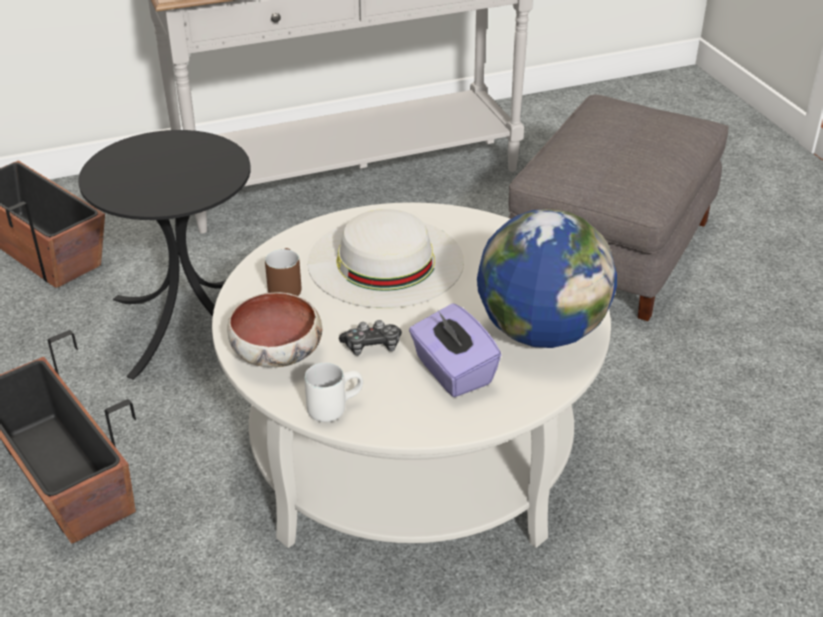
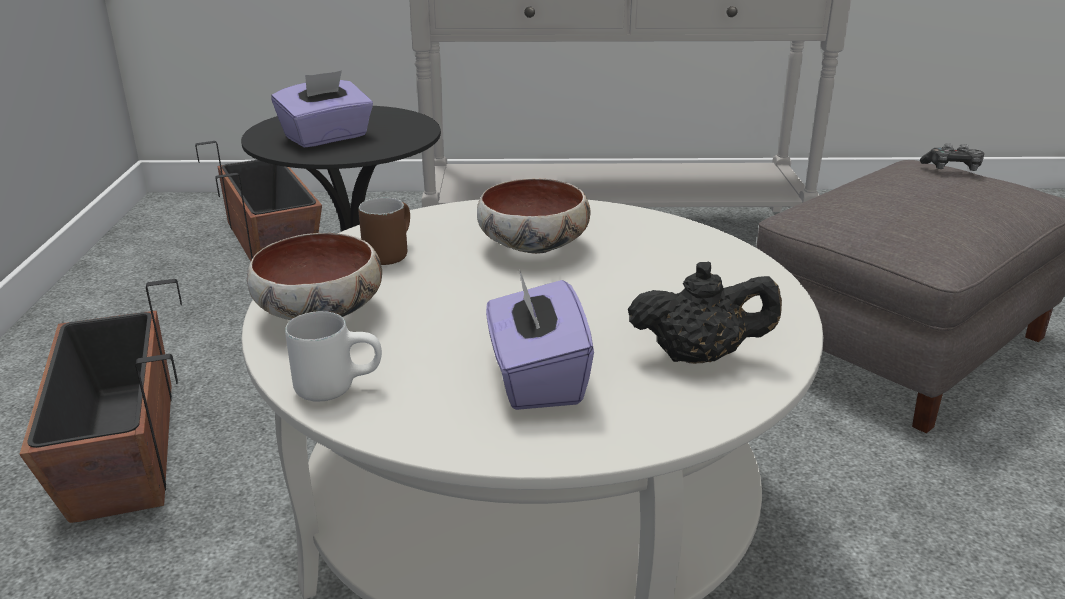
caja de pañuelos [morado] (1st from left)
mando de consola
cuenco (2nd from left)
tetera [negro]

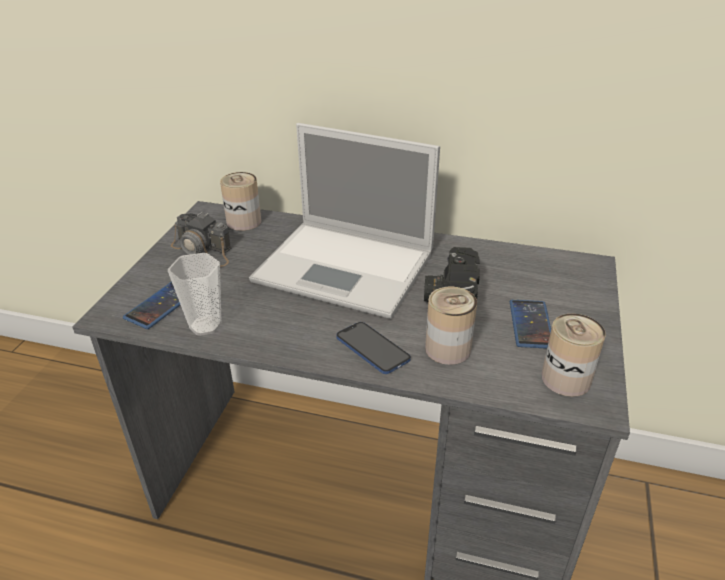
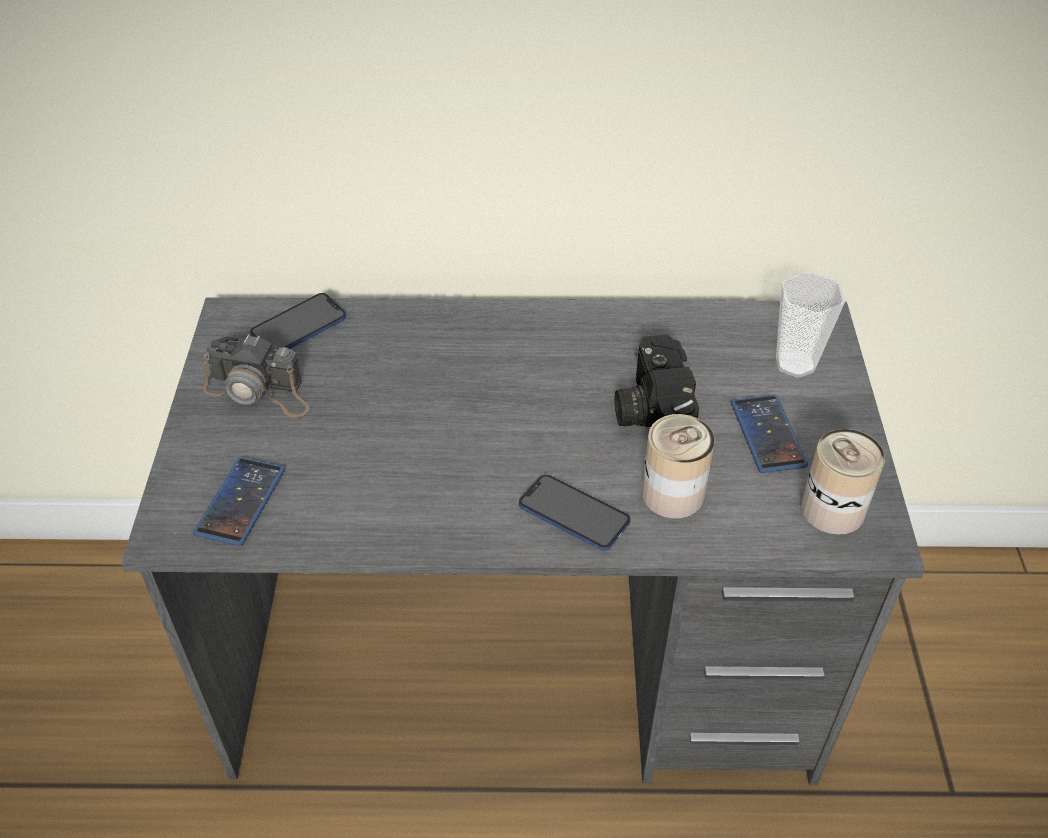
portátil
taza
móvil (2nd from left)

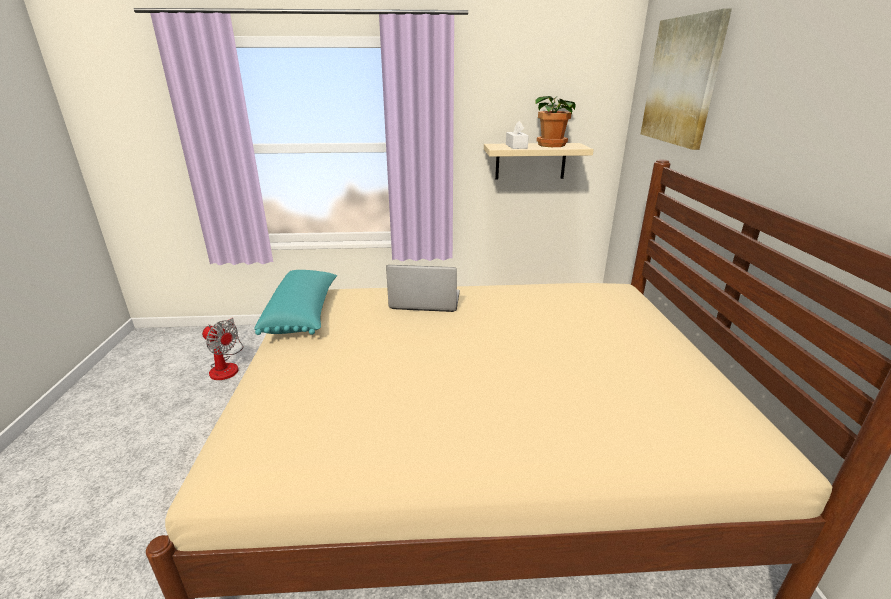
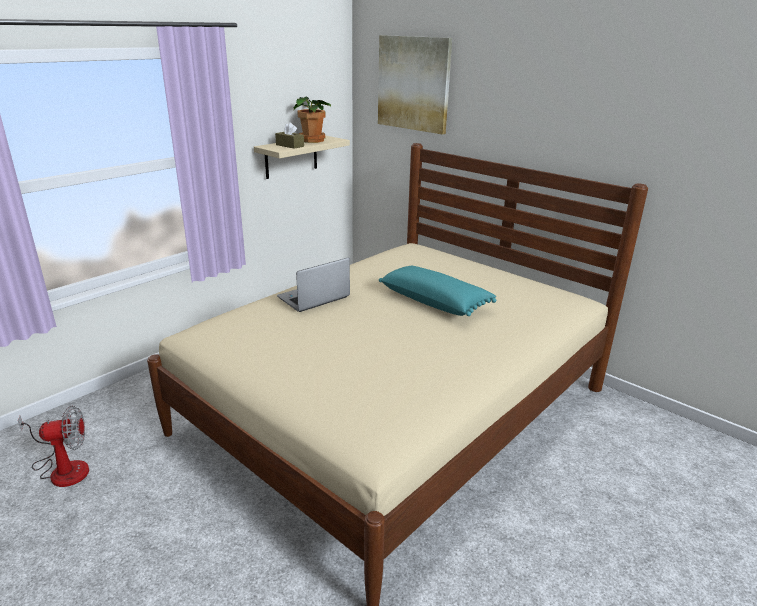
cojín [turquesa]
caja de pañuelos [marrón]

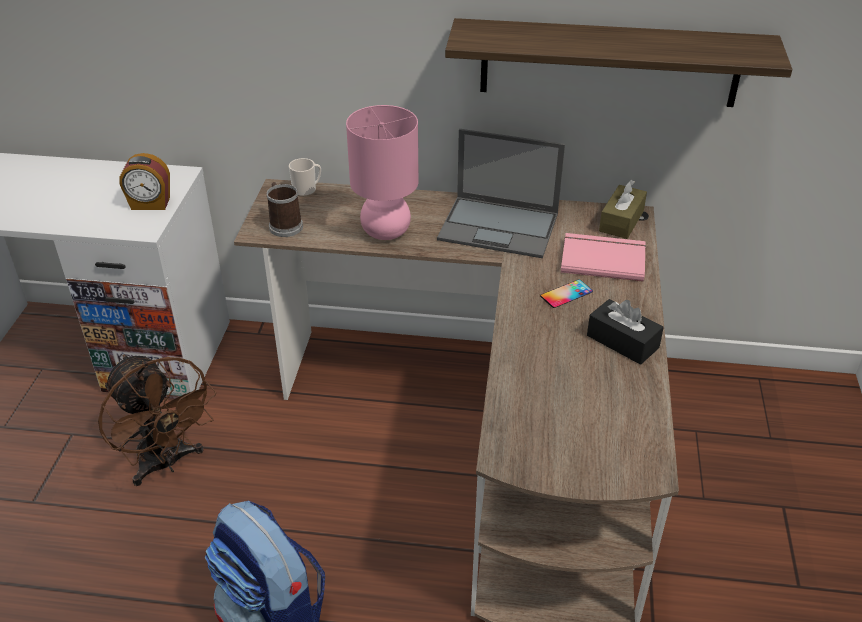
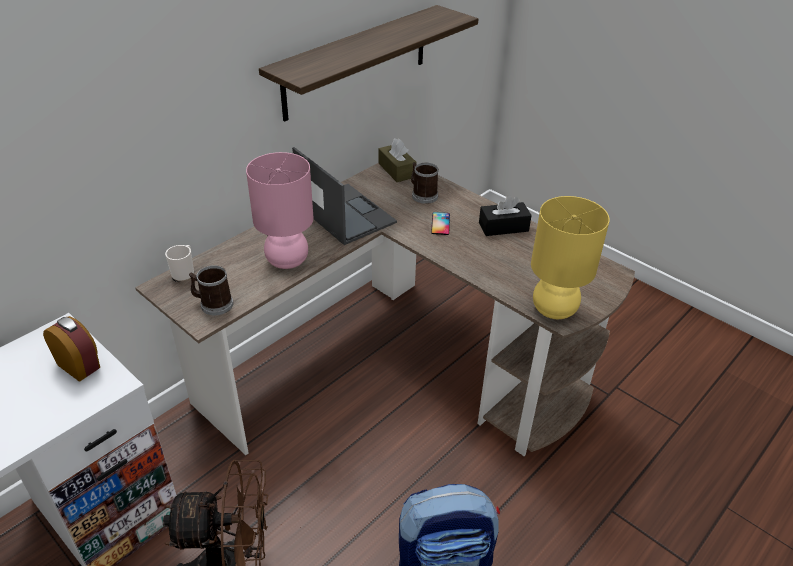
lámpara de mesa [amarillo]
taza grande (3rd from left)
despertador
portátil

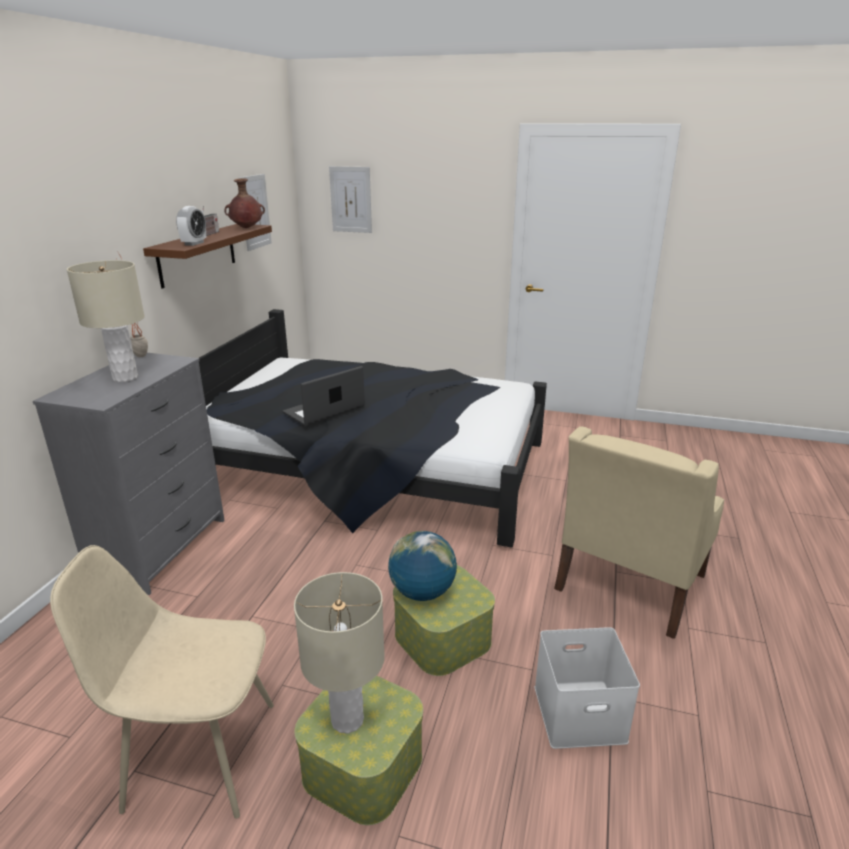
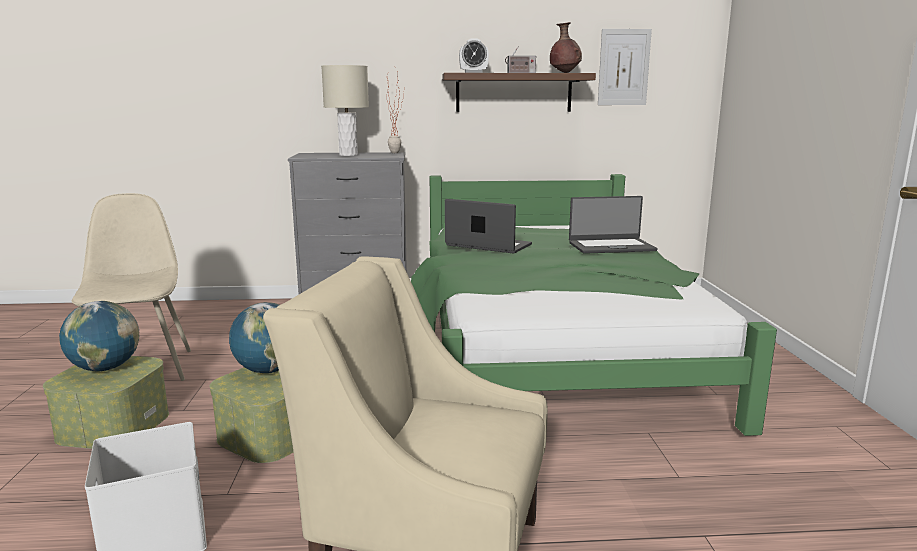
cuadro (2nd from left in the first image)
portátil (2nd from left)
globo terráqueo (1st from left)
cama [verde]

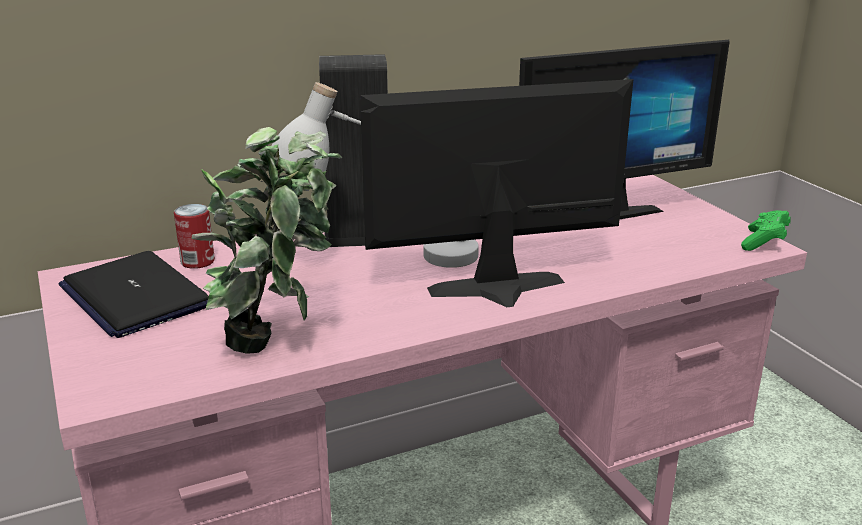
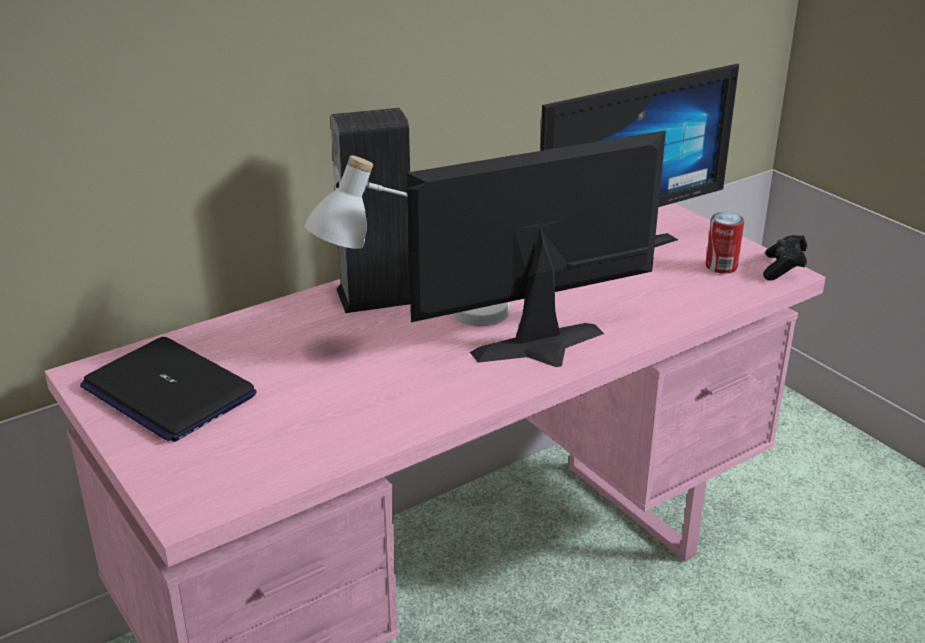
planta en maceta
lata
mando de consola [negro]

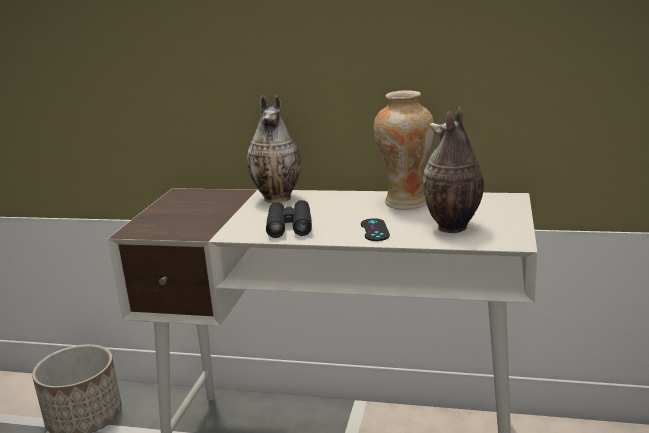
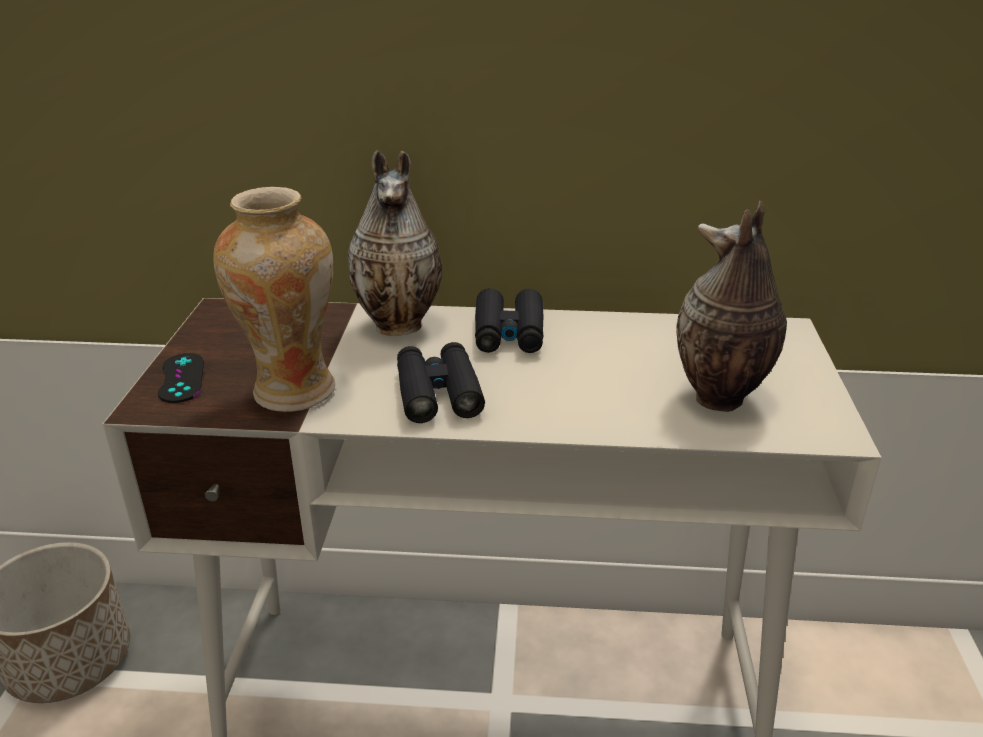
prismáticos [negro] (2nd from left)
mando de consola [negro]
florero (1st from left)

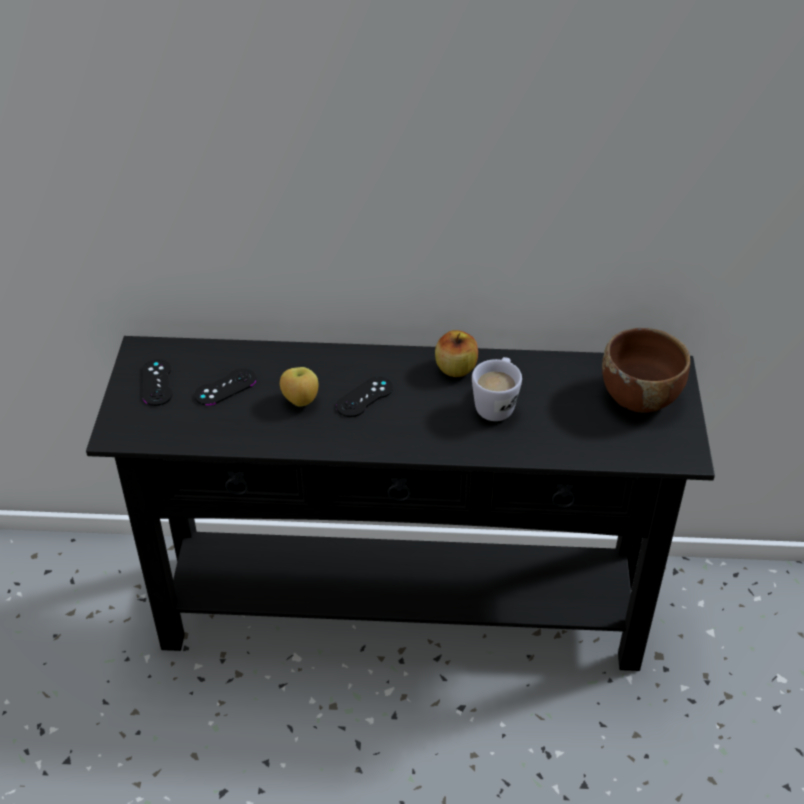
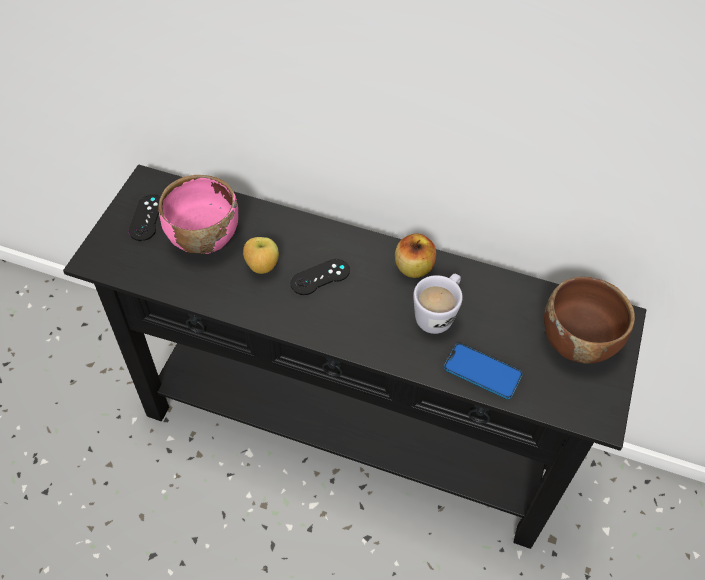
móvil
cuenco [rosa]

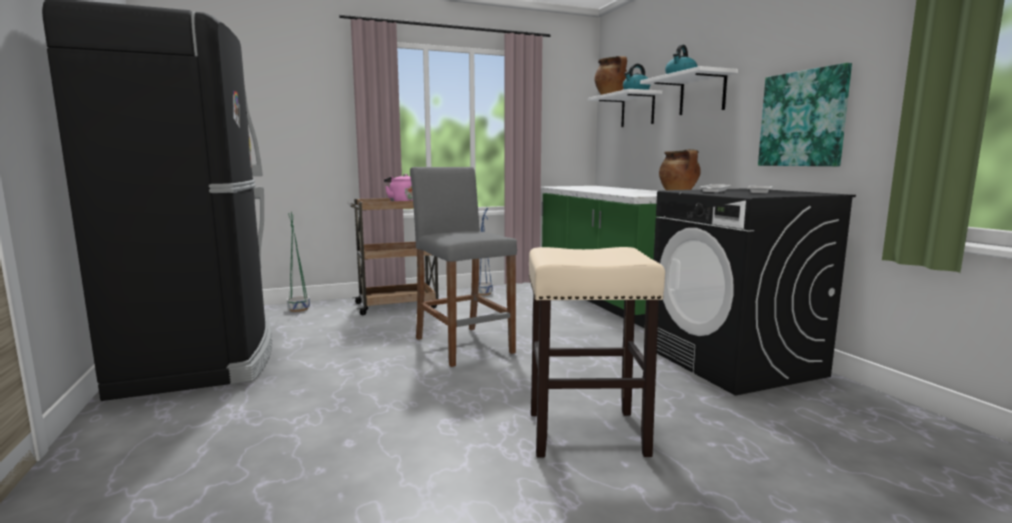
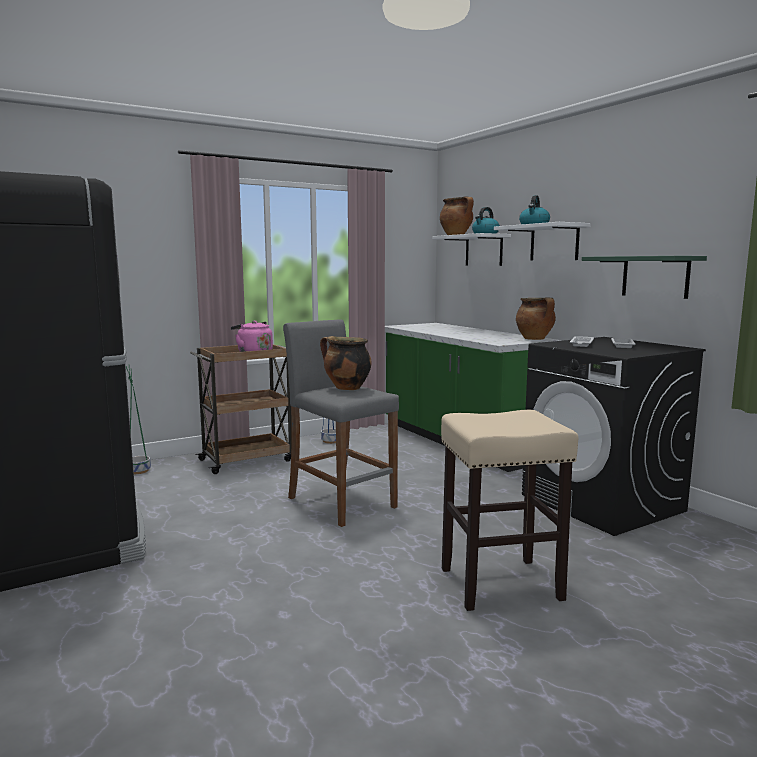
olla (1st from left)
estante [verde]

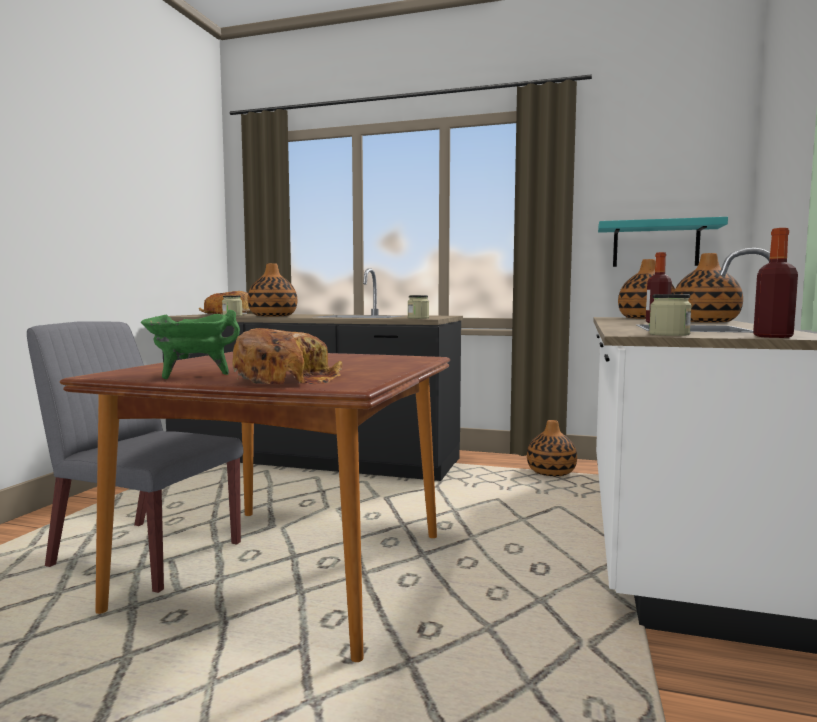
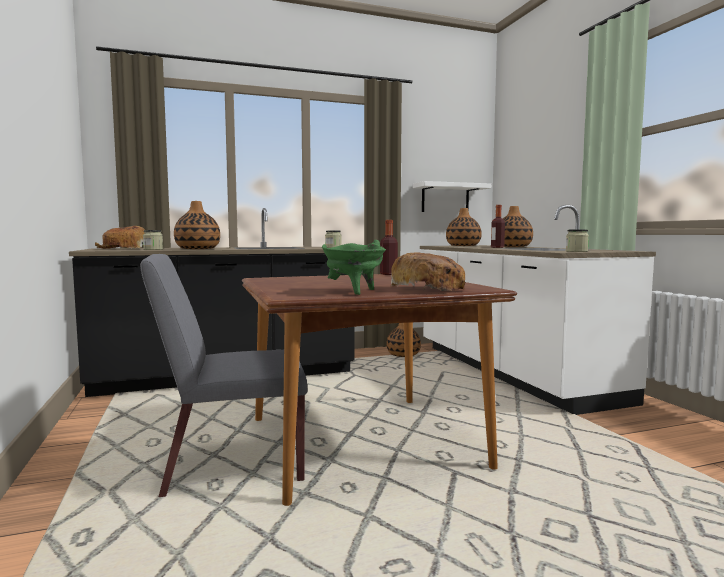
botella (1st from left)
estante [blanco]

